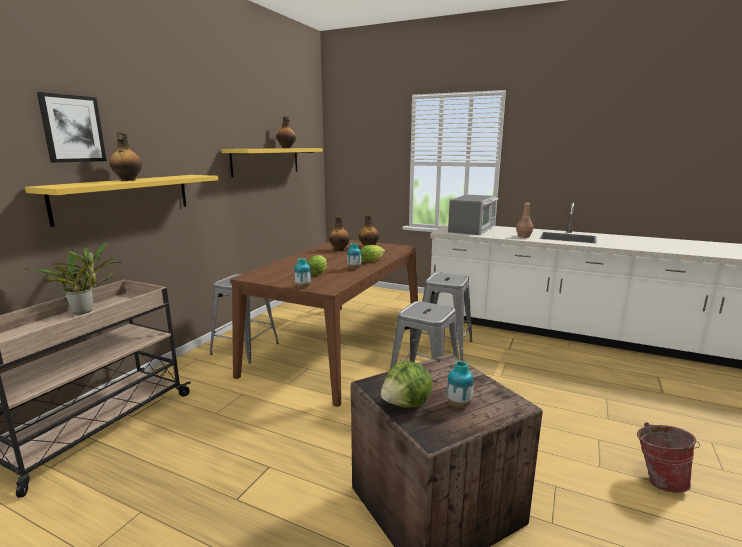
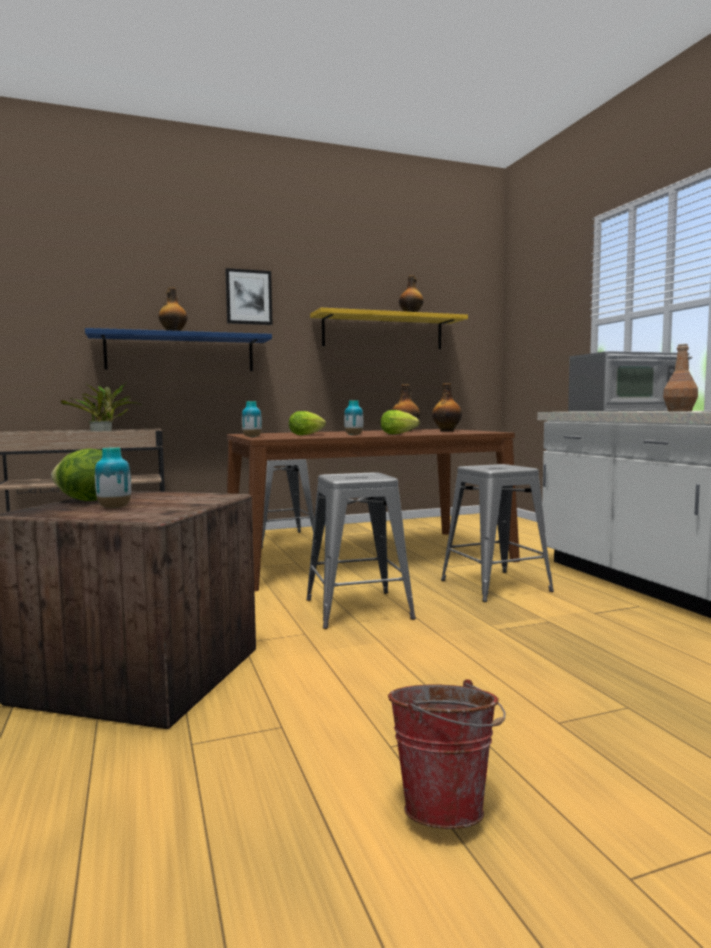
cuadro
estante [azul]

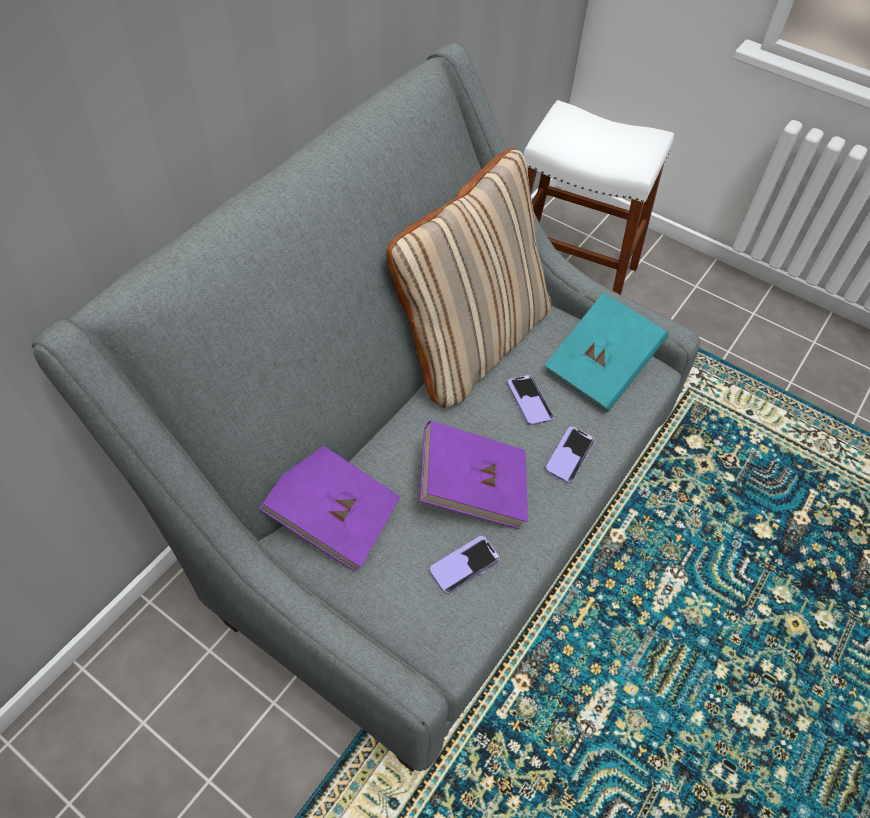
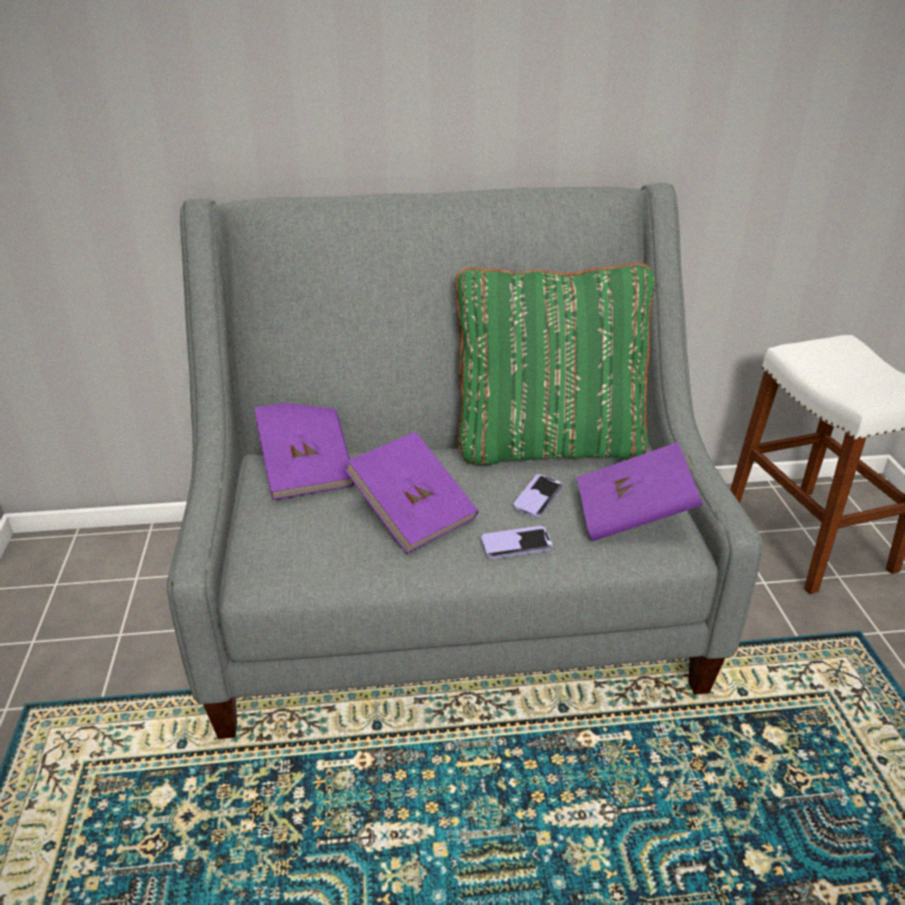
móvil (1st from left in the first image)
cojín [verde]
libro [morado] (3rd from left)

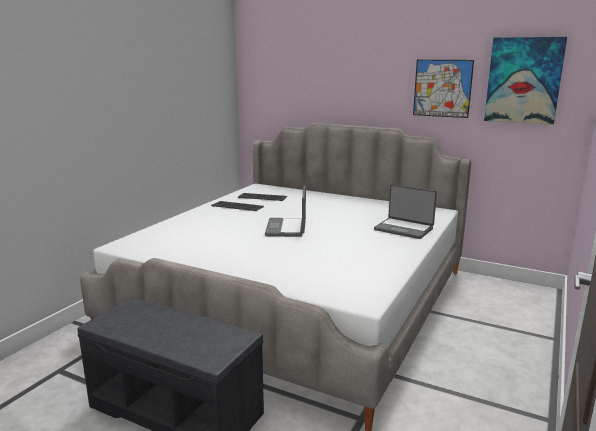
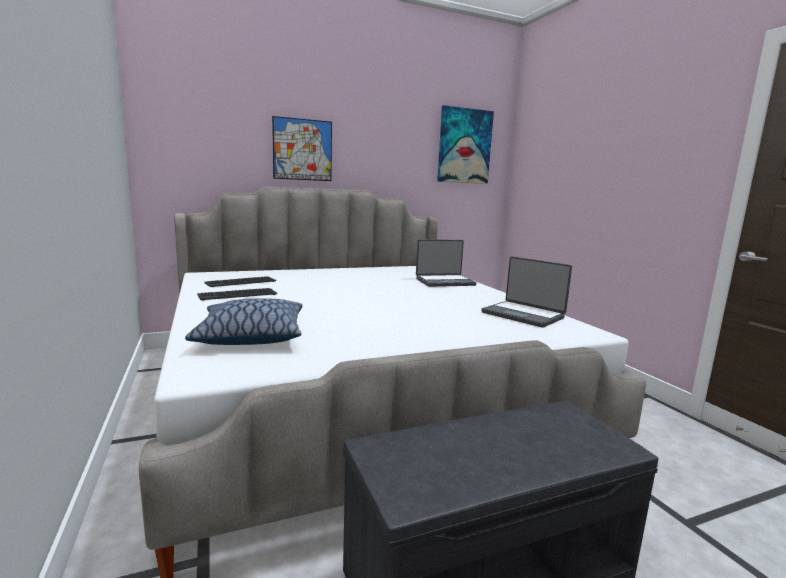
cojín
portátil (2nd from left)
cuadro (1st from left)

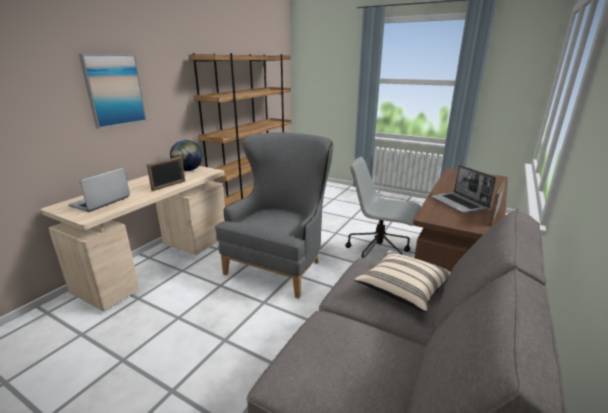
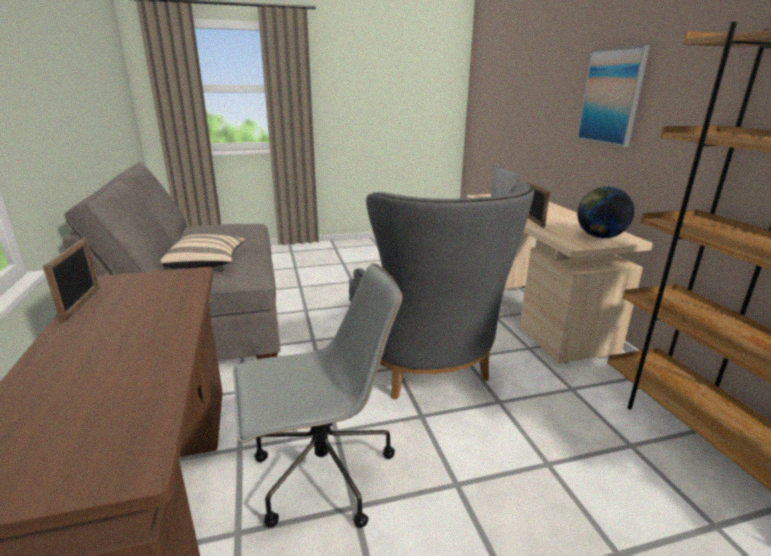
portátil (2nd from left in the first image)

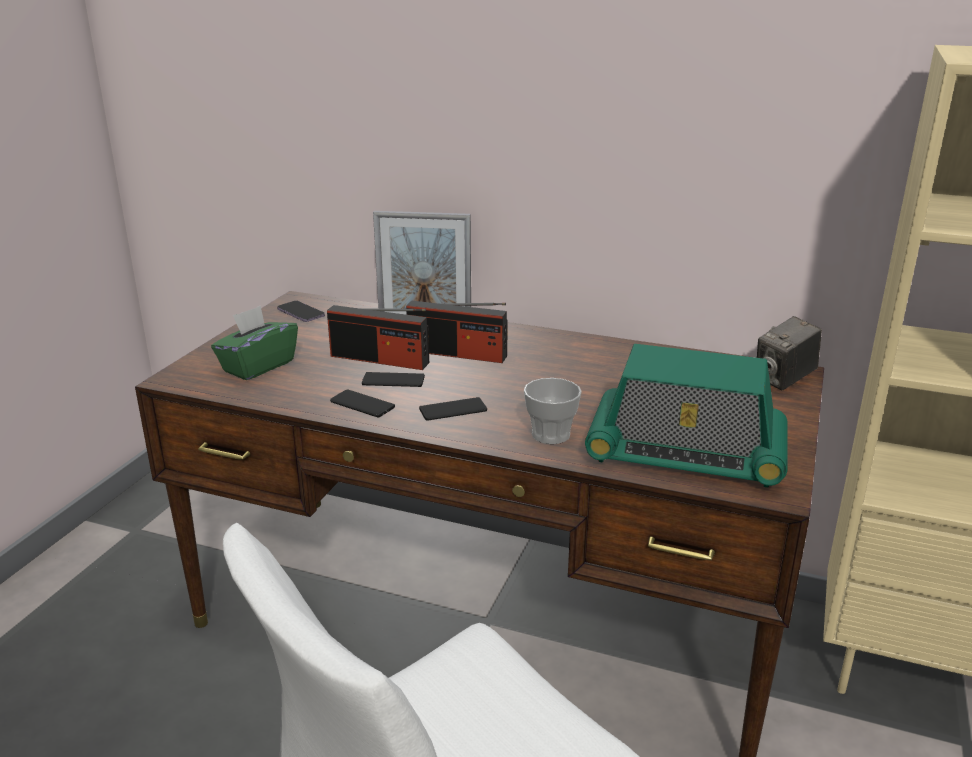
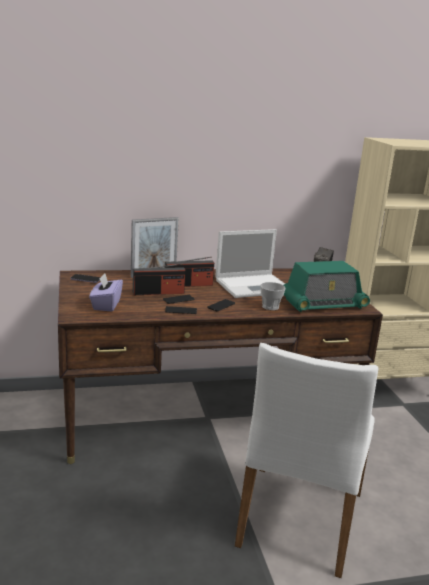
portátil
caja de pañuelos [morado]

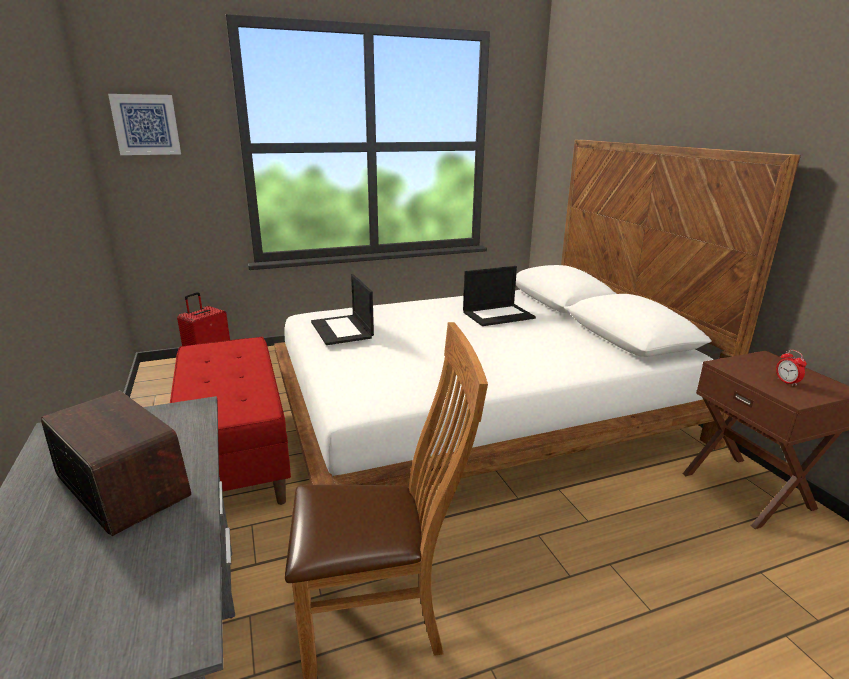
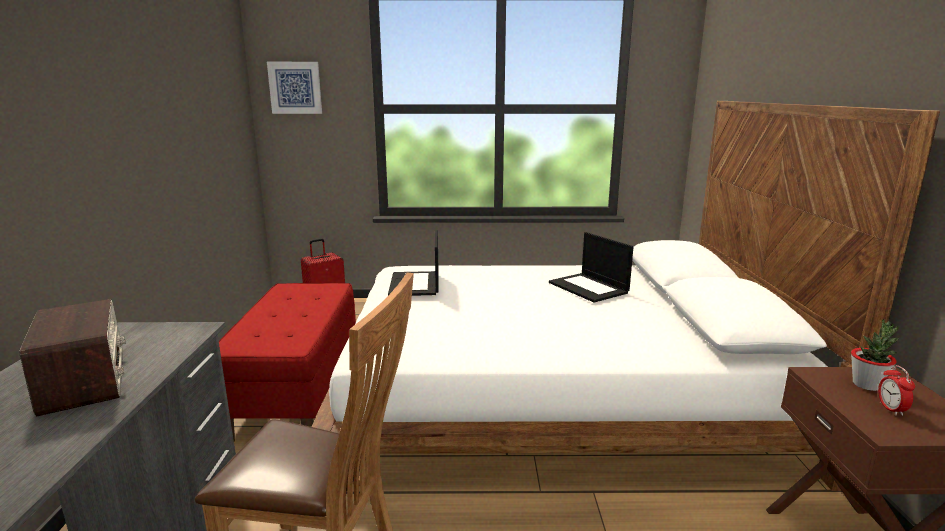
planta en maceta
portátil (2nd from left)

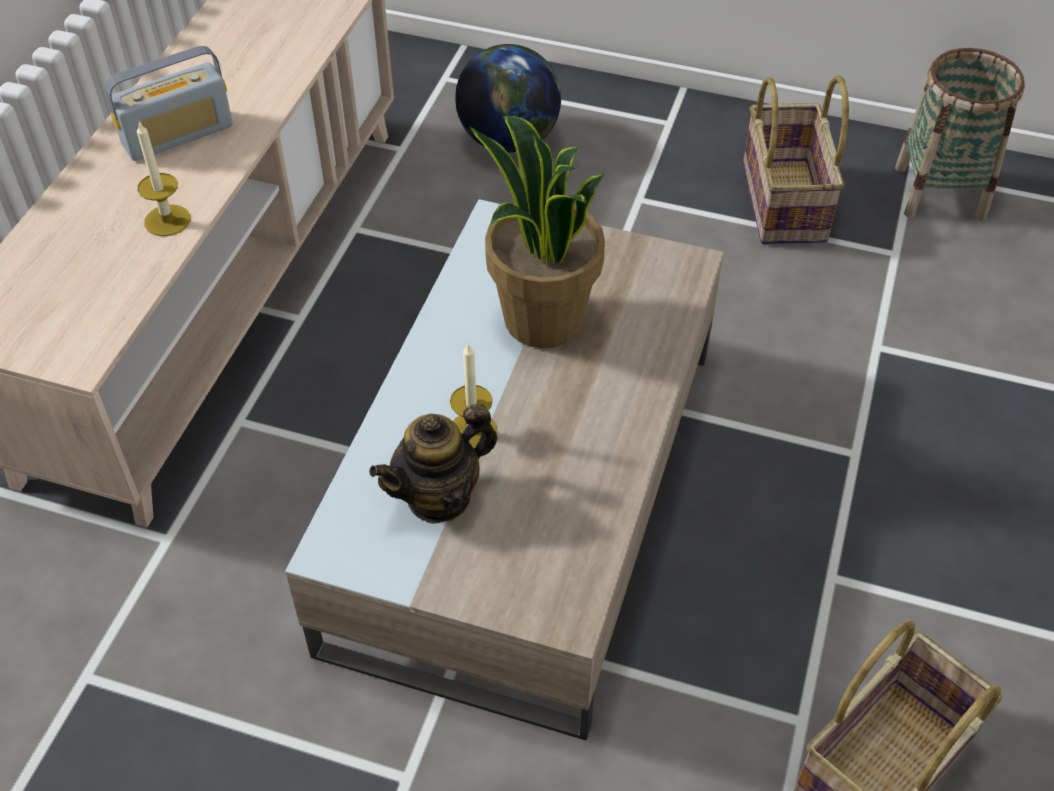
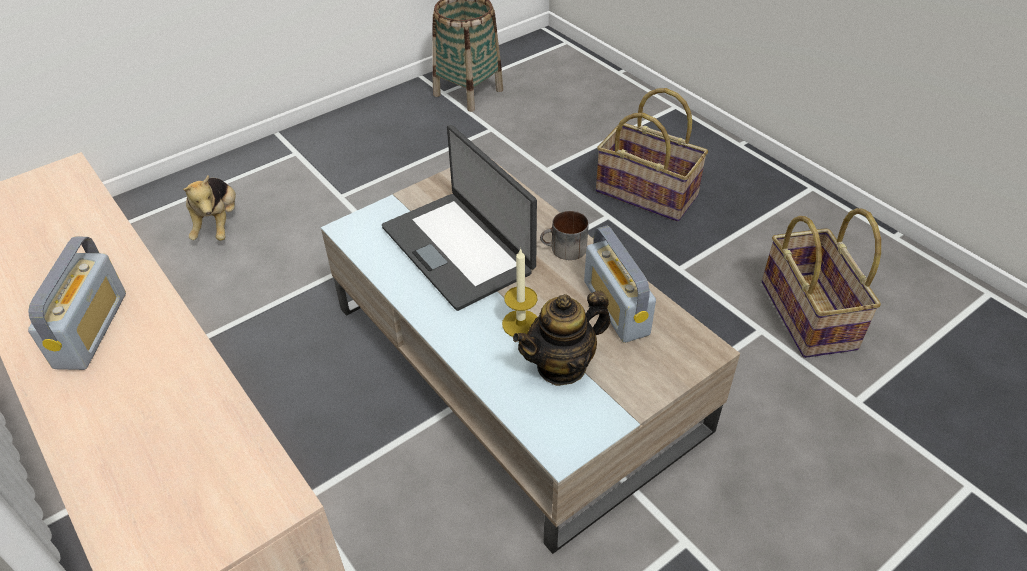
vela (1st from left in the first image)
taza grande
radio (2nd from left)
cesta (2nd from left)
peluche
portátil
tetera

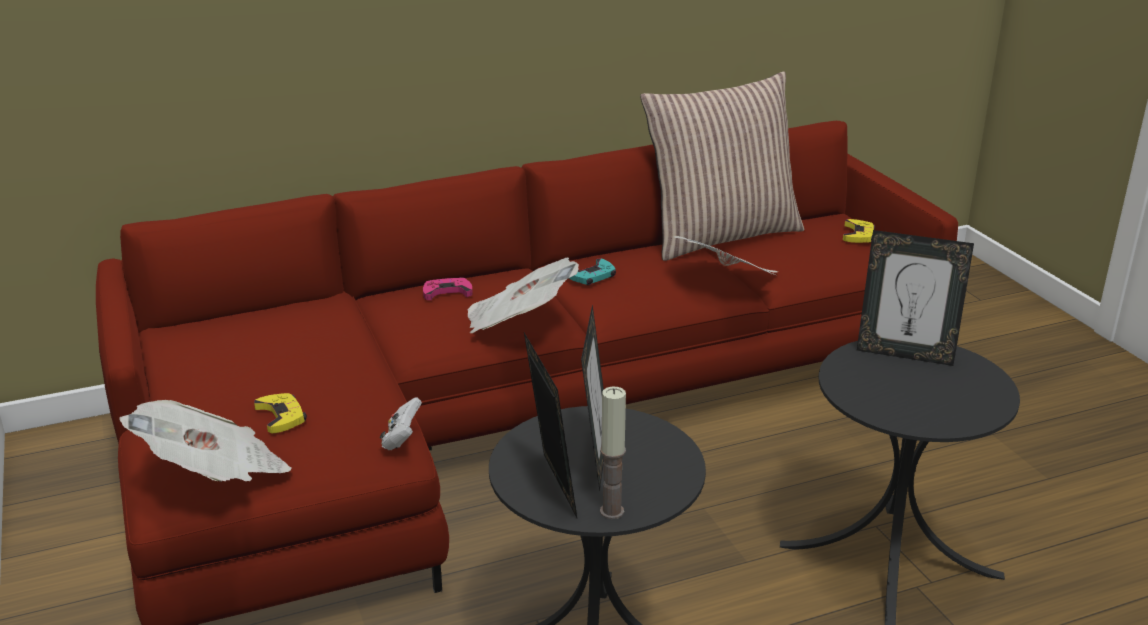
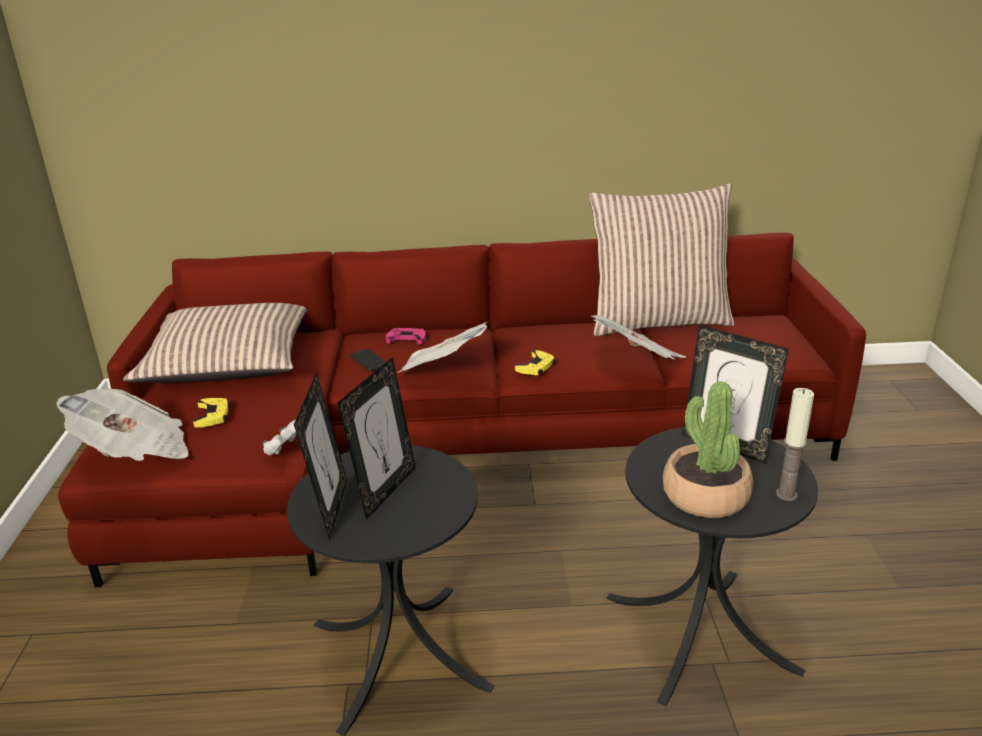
mando de consola [turquesa]
cojín (1st from left)
móvil
planta en maceta
vela
mando de consola [amarillo] (2nd from left)

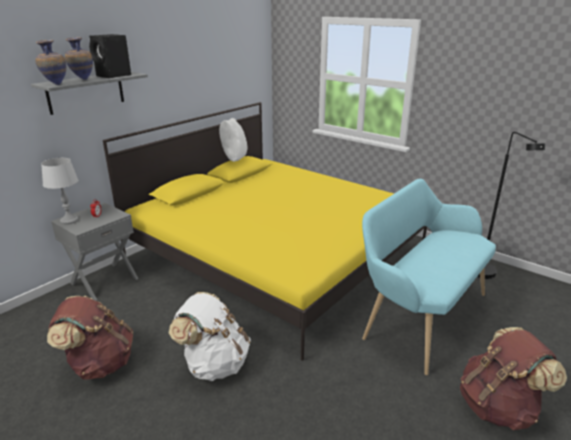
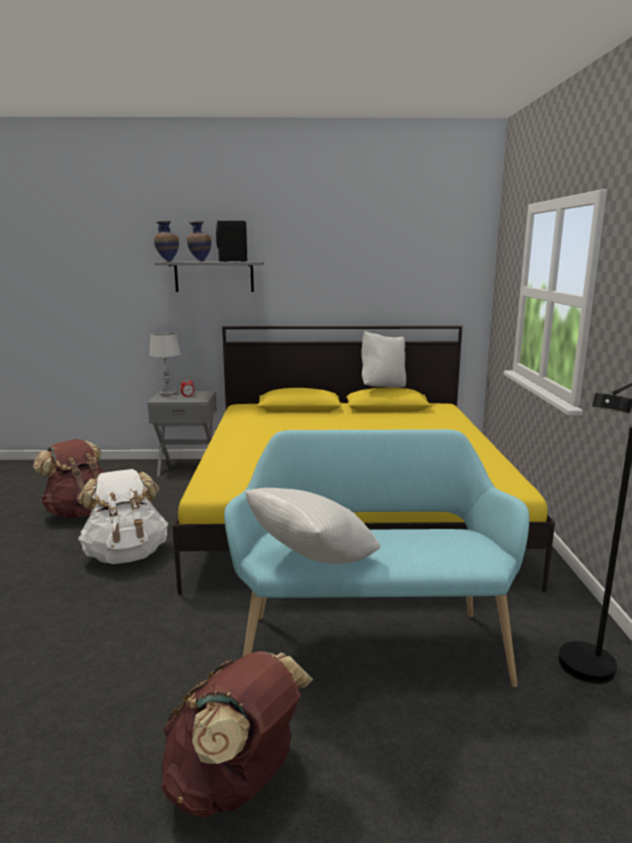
cojín [blanco] (1st from left)

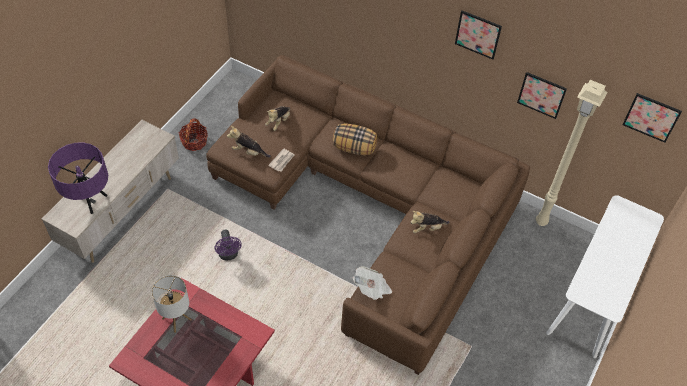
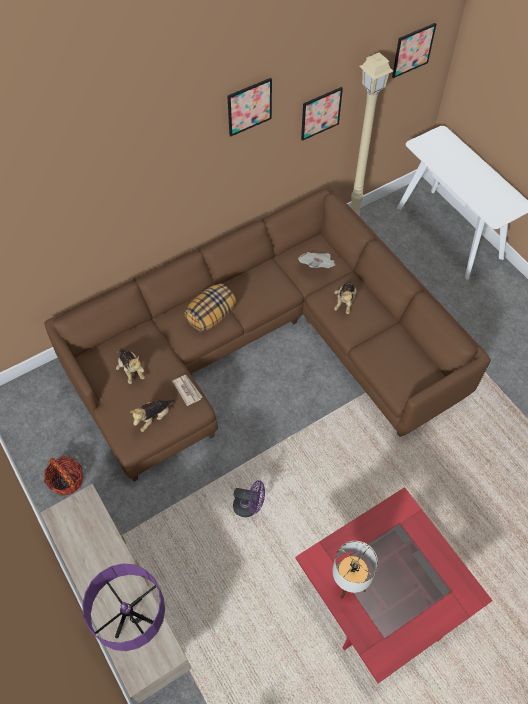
periódico (2nd from left)

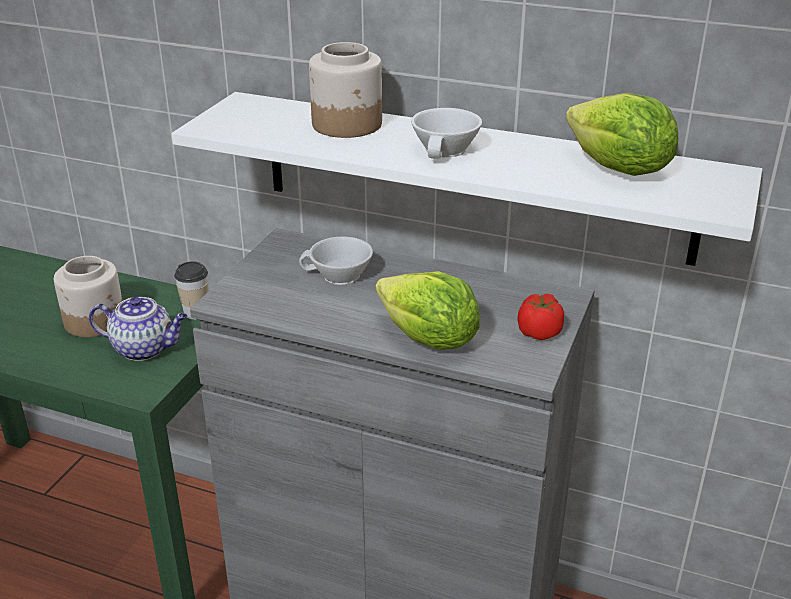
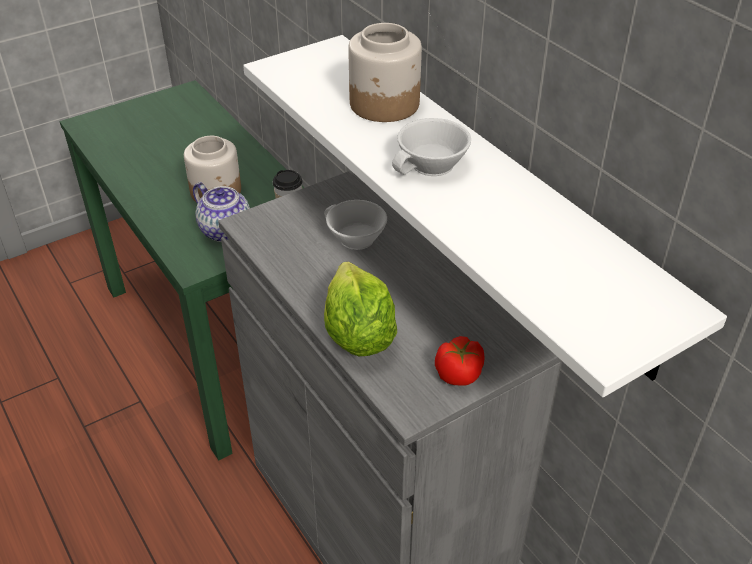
lechuga (2nd from left in the first image)

